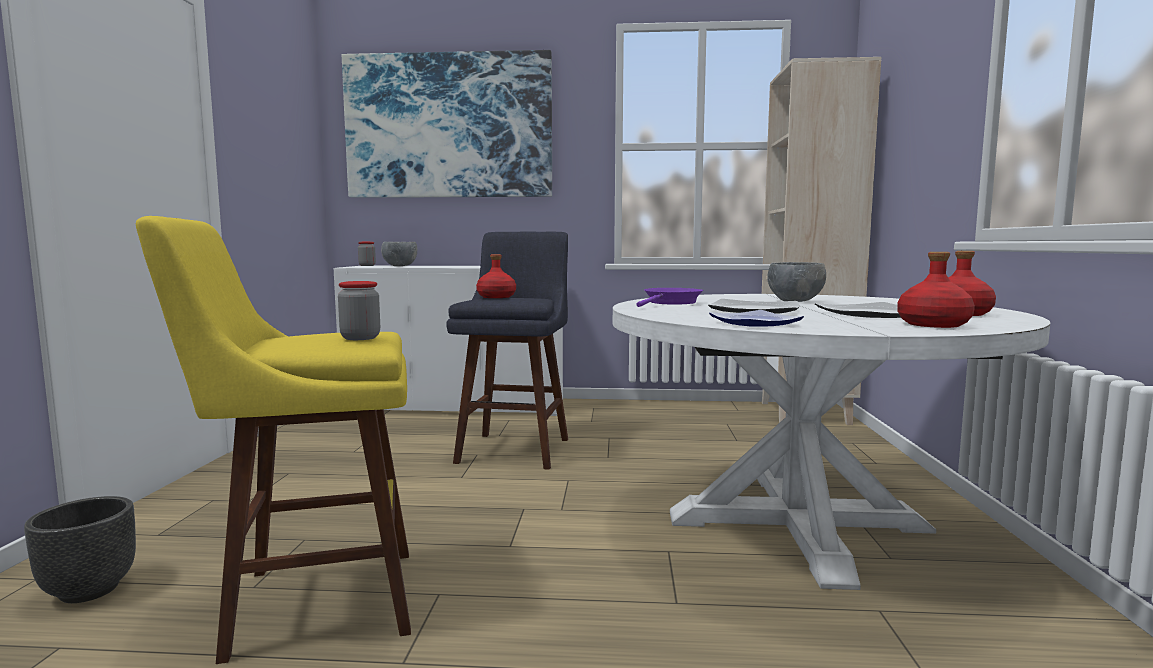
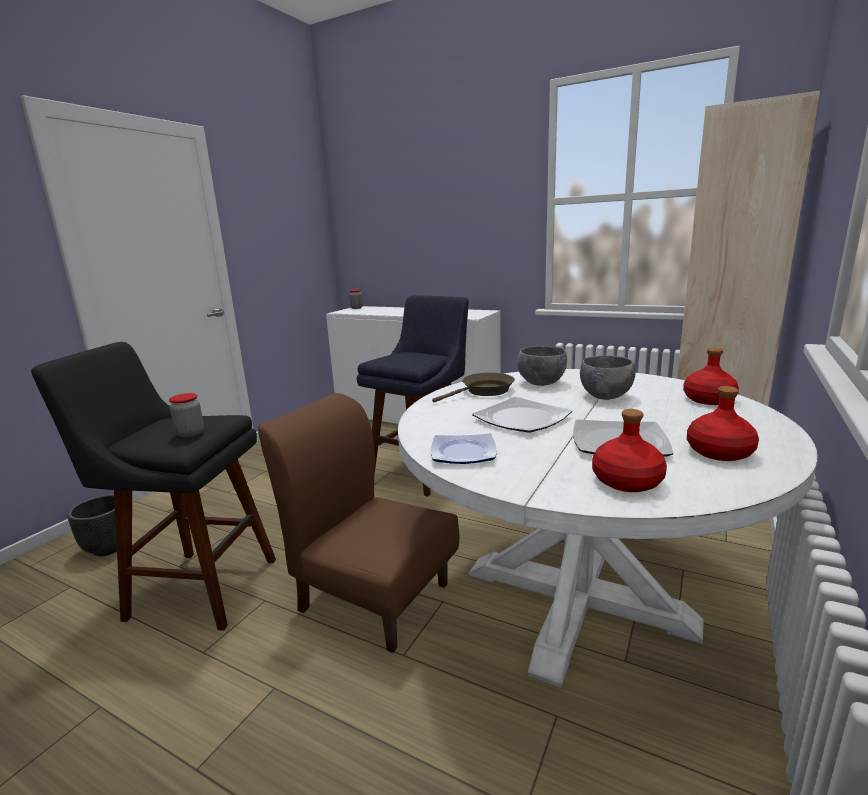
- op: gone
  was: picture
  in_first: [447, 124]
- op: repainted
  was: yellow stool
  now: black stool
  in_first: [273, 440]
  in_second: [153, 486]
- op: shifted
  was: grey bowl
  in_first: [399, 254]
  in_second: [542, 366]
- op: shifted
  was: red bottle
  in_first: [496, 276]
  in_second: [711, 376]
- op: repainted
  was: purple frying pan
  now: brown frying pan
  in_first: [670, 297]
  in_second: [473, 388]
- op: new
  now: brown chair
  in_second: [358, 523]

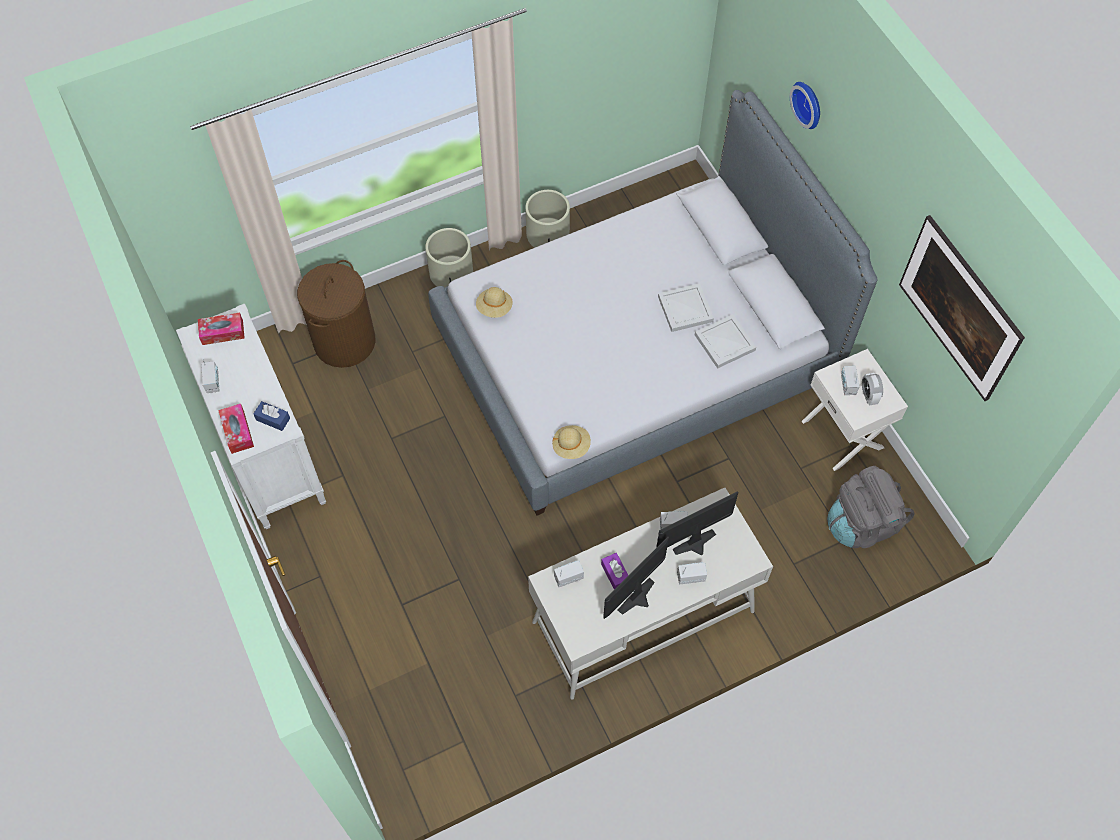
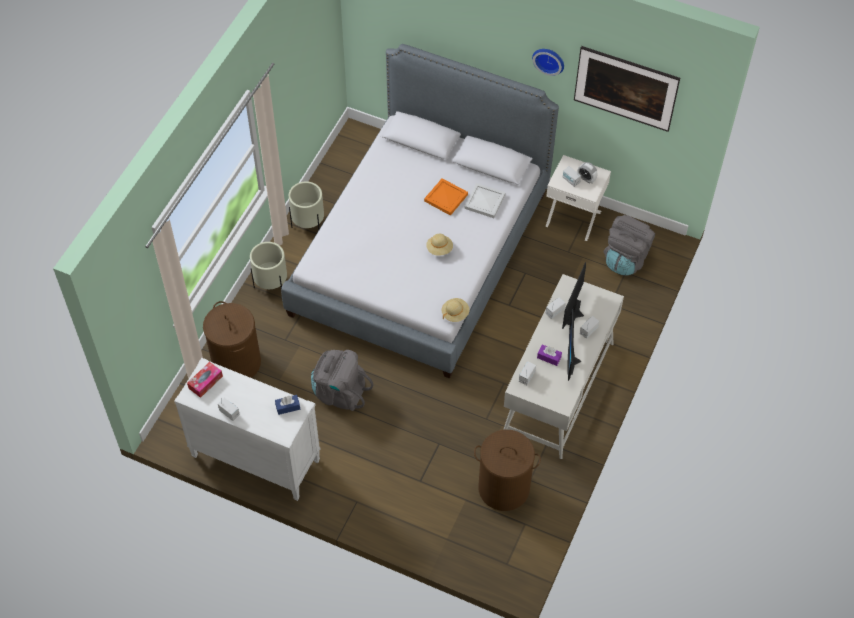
- op: shifted
  was: wall clock
  in_first: [805, 105]
  in_second: [548, 62]
- op: repainted
  was: white tray
  now: orange tray
  in_first: [686, 307]
  in_second: [446, 197]
- op: shifted
  was: beige hat
  in_first: [494, 302]
  in_second: [439, 245]
- op: gone
  was: tissue box
  in_first: [236, 429]
- op: new
  now: grey backpack
  in_second: [342, 380]
- op: new
  now: brown laundry basket
  in_second: [507, 470]

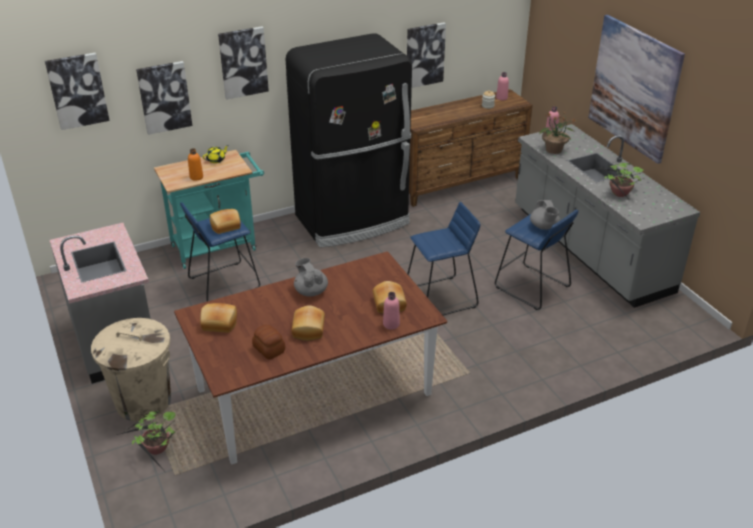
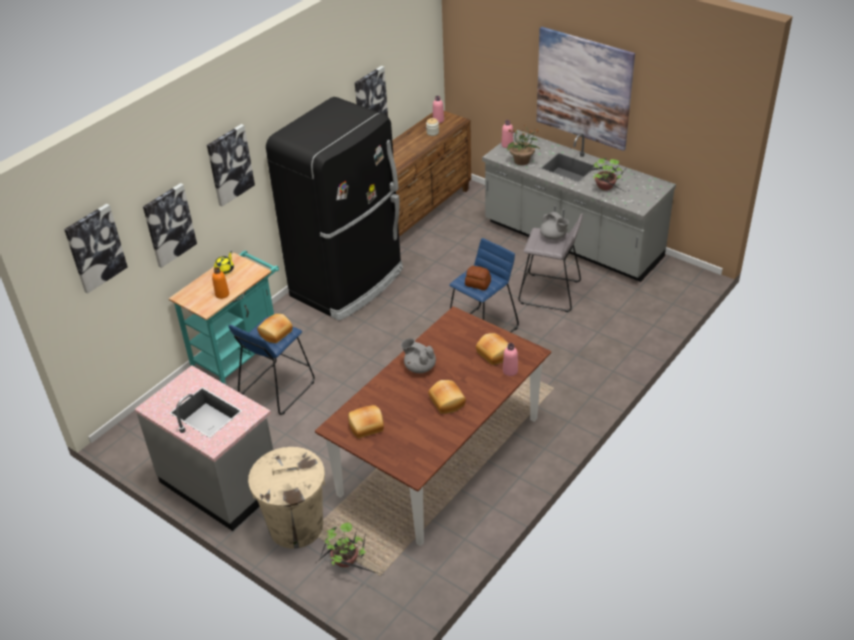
- op: repainted
  was: blue stool
  now: grey stool
  in_first: [536, 260]
  in_second: [550, 263]
- op: shifted
  was: bread
  in_first: [268, 342]
  in_second: [478, 278]

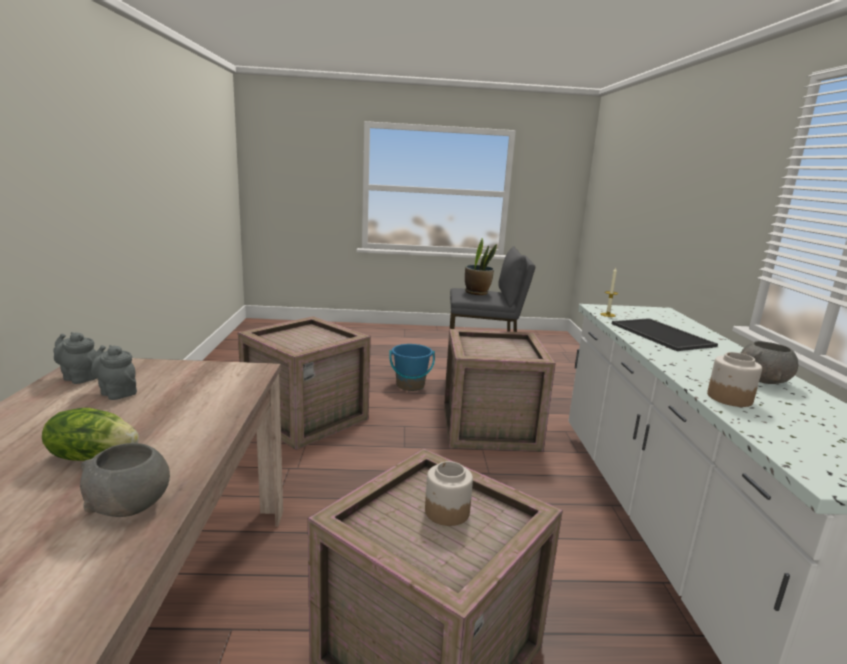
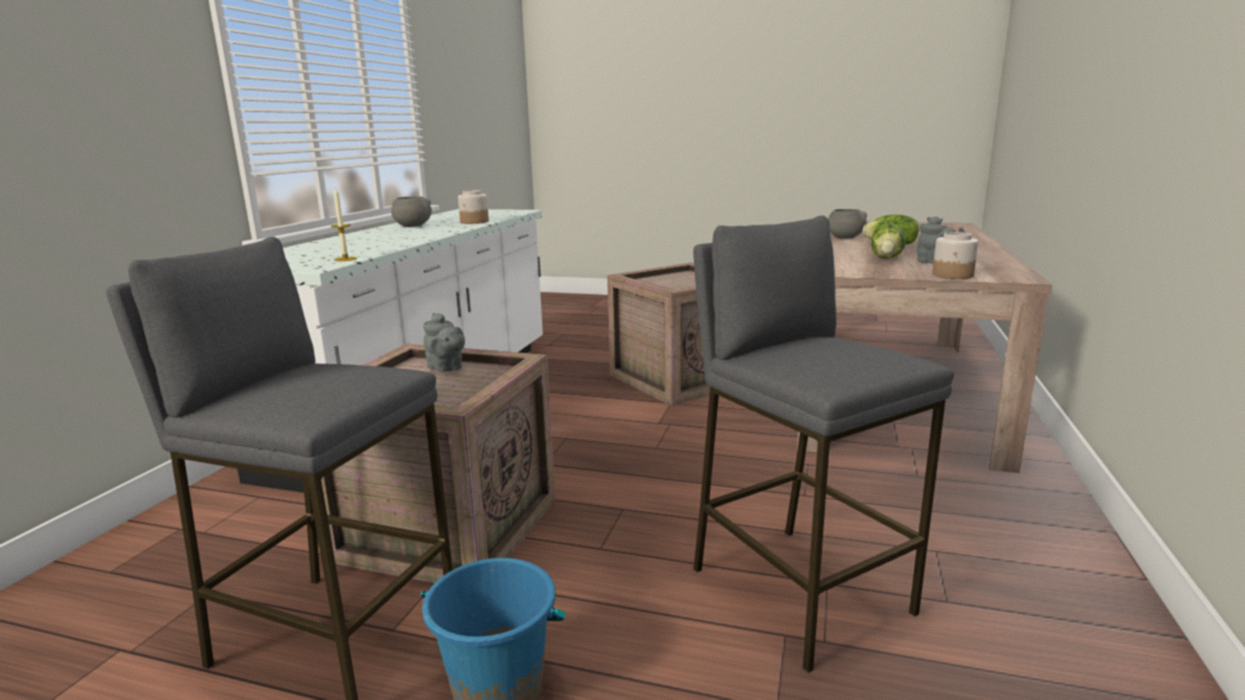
- op: gone
  was: potted plant
  in_first: [481, 266]
- op: swapped
  was: crate
  now: grey stool
  in_first: [304, 383]
  in_second: [823, 444]
- op: gone
  was: tray
  in_first: [665, 334]
- op: shifted
  was: grey teapot
  in_first: [75, 358]
  in_second: [444, 342]
- op: shifted
  was: jar
  in_first: [449, 493]
  in_second: [955, 255]
- op: new
  now: lettuce
  in_second: [888, 240]

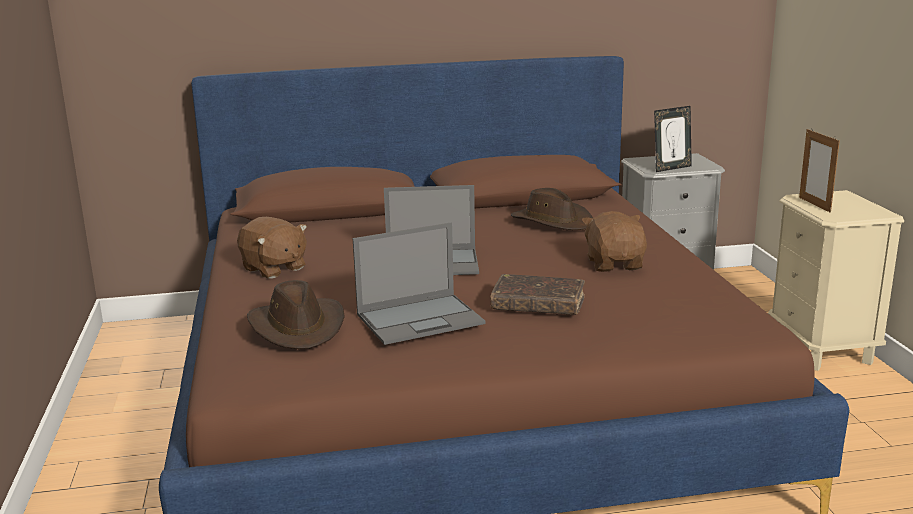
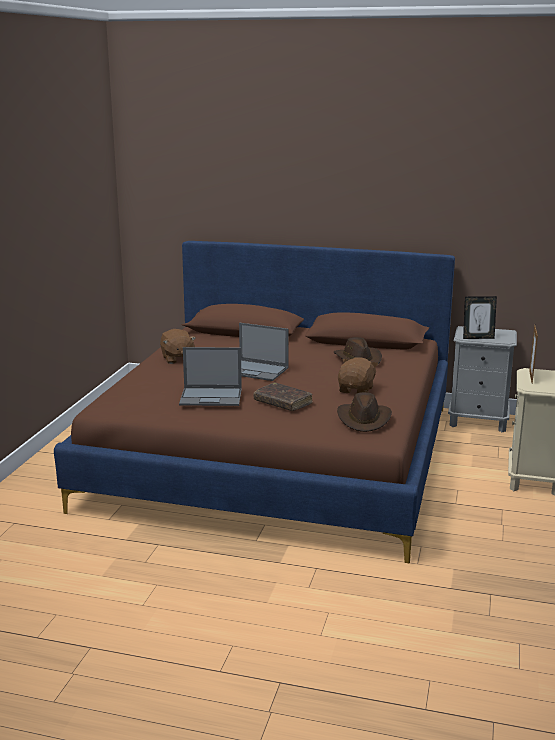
- op: shifted
  was: brown hat
  in_first: [296, 314]
  in_second: [364, 412]

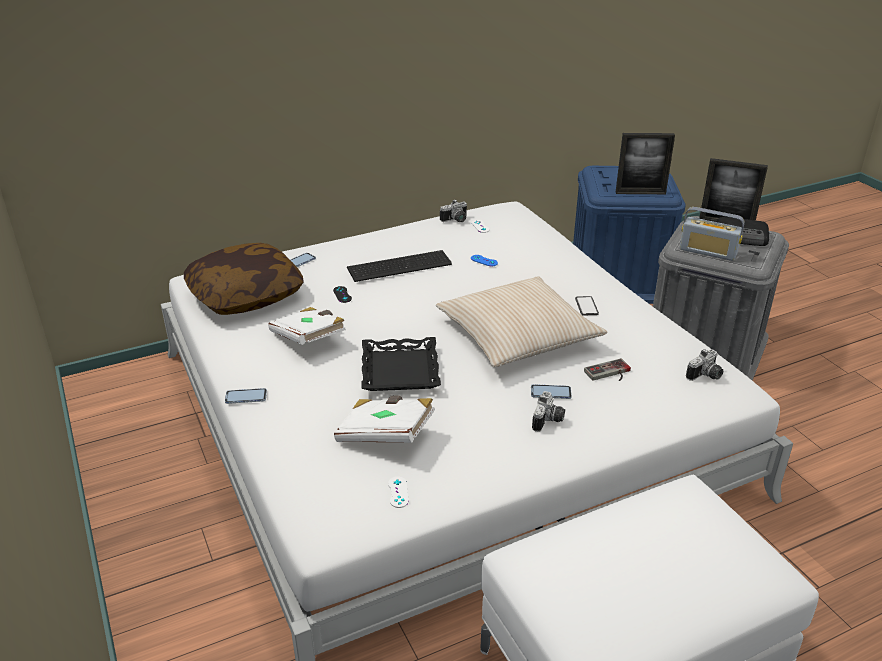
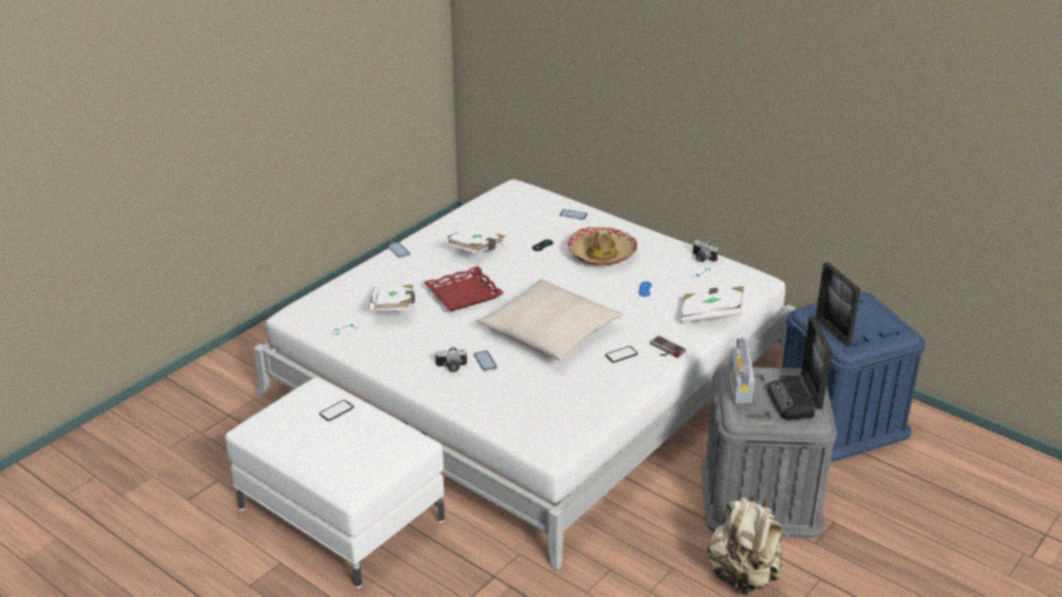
- op: gone
  was: pillow
  in_first: [244, 279]
- op: swapped
  was: keyboard
  now: hat
  in_first: [399, 266]
  in_second: [602, 246]
- op: repainted
  was: black tray
  now: red tray
  in_first: [401, 364]
  in_second: [464, 288]
- op: gone
  was: photo camera
  in_first: [704, 365]
- op: shifted
  was: game controller
  in_first: [607, 369]
  in_second: [668, 347]
- op: new
  now: white book
  in_second: [712, 304]
- op: new
  now: phone
  in_second: [336, 410]
- op: new
  now: beige backpack
  in_second: [745, 544]

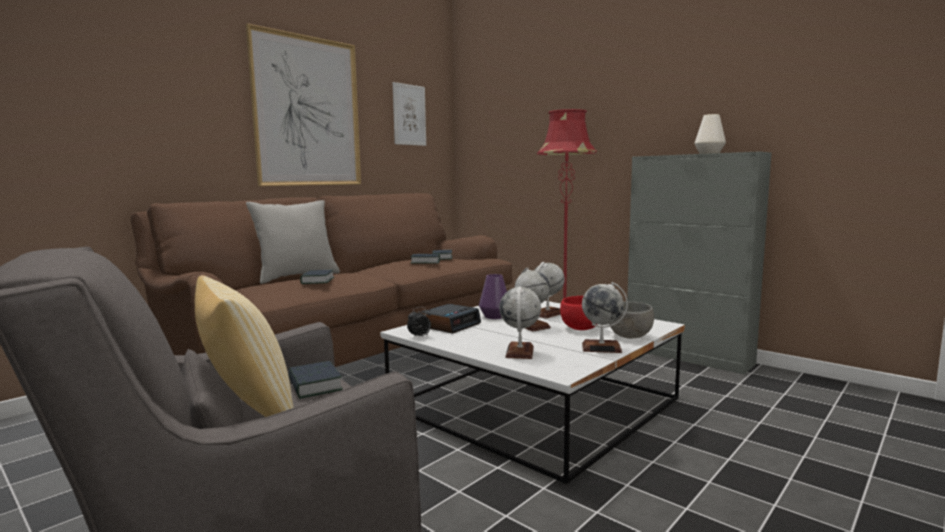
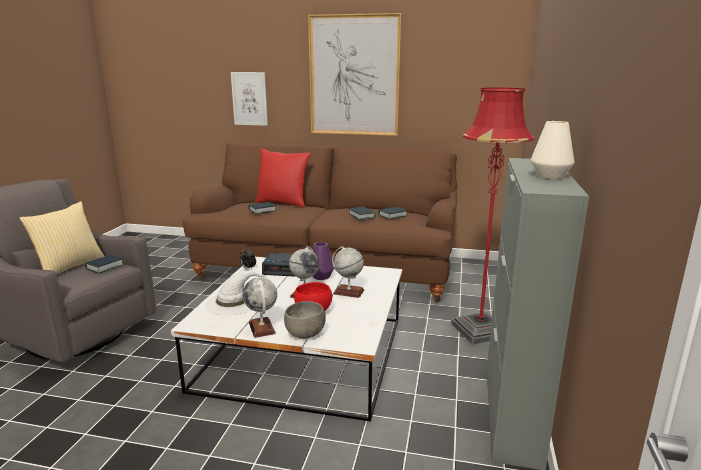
- op: shifted
  was: picture
  in_first: [409, 114]
  in_second: [249, 99]
- op: repainted
  was: grey pillow
  now: red pillow
  in_first: [293, 242]
  in_second: [283, 178]
- op: swapped
  was: globe
  now: white hat
  in_first: [520, 322]
  in_second: [236, 293]

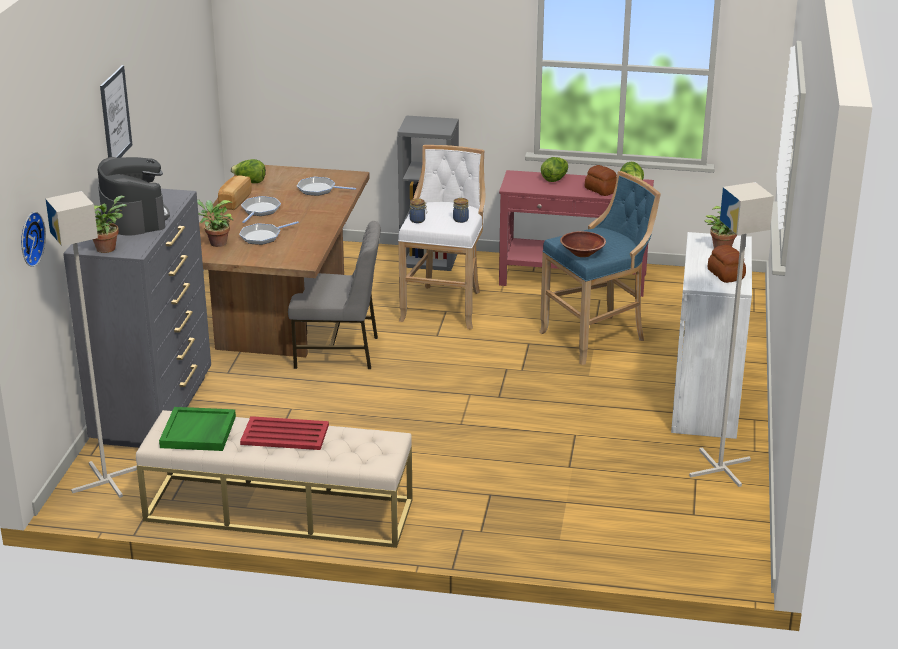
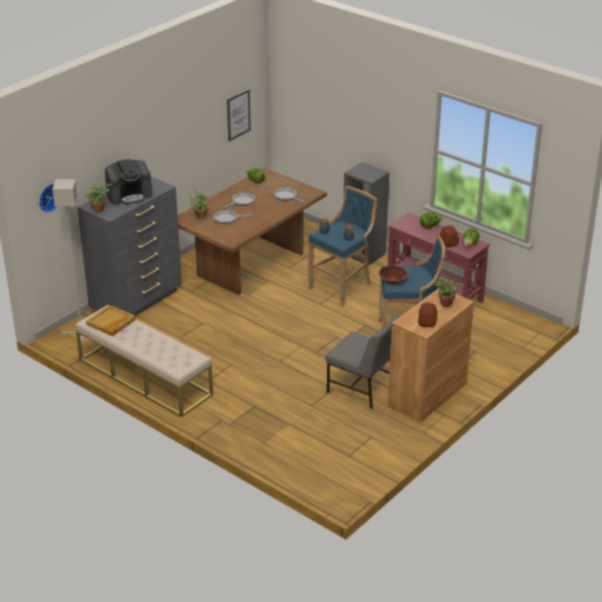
- op: shifted
  was: picture
  in_first: [116, 111]
  in_second: [239, 115]
- op: repainted
  was: white stool
  now: blue stool
  in_first: [441, 237]
  in_second: [342, 246]
- op: rotated
  was: coffee machine
  in_first: [134, 196]
  in_second: [128, 182]
  clockwise: 60
- op: gone
  was: bread
  in_first: [235, 192]
- op: gone
  was: grey floor lamp
  in_first: [731, 334]
- op: shifted
  was: grey chair
  in_first: [334, 295]
  in_second: [362, 361]
- op: repainted
  was: white cabinet
  now: brown cabinet
  in_first: [711, 335]
  in_second: [431, 355]
- op: repainted
  was: green tray
  now: beige tray
  in_first: [197, 429]
  in_second: [111, 320]
- op: gone
  was: red tray
  in_first: [284, 433]

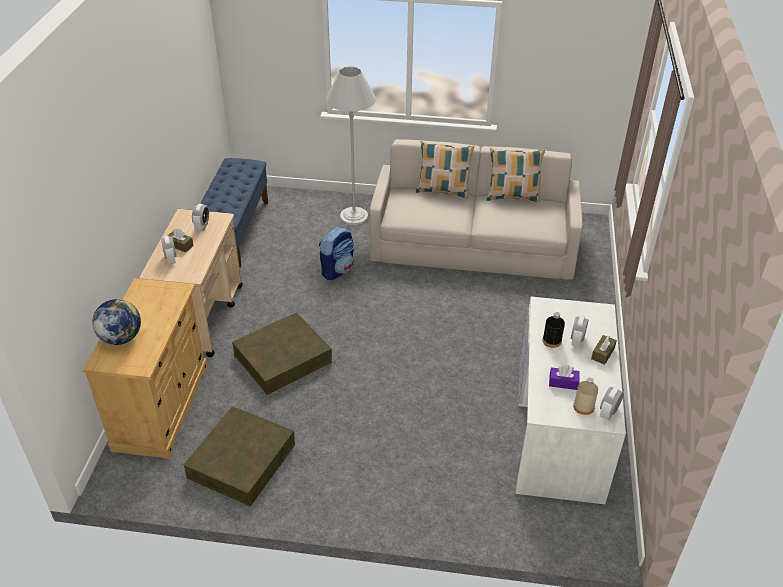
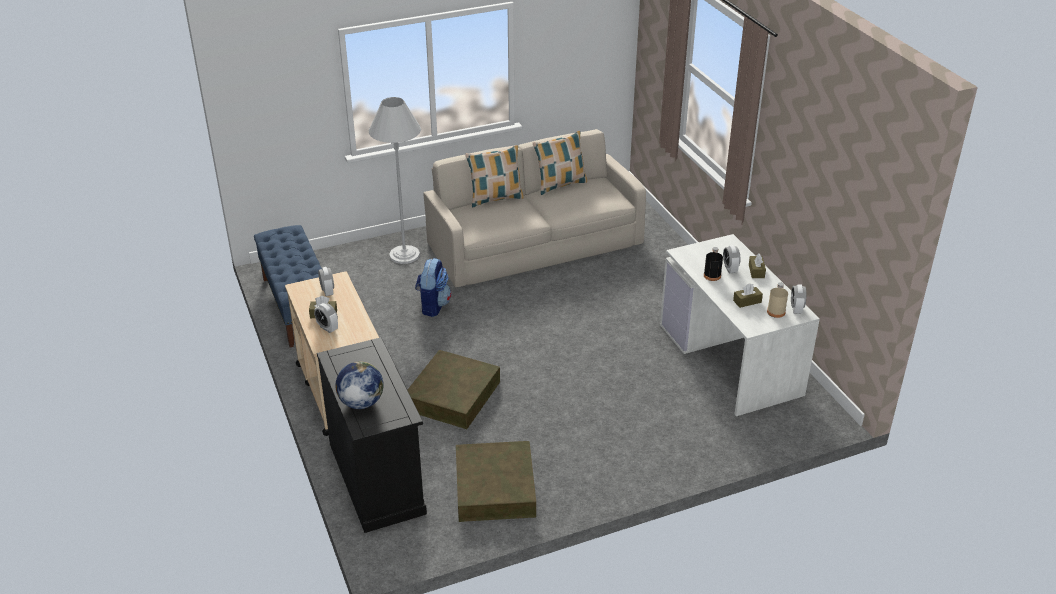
- op: repainted
  was: beige cabinet
  now: black cabinet
  in_first: [145, 368]
  in_second: [372, 435]
- op: repainted
  was: purple tissue box
  now: brown tissue box
  in_first: [564, 377]
  in_second: [748, 296]

